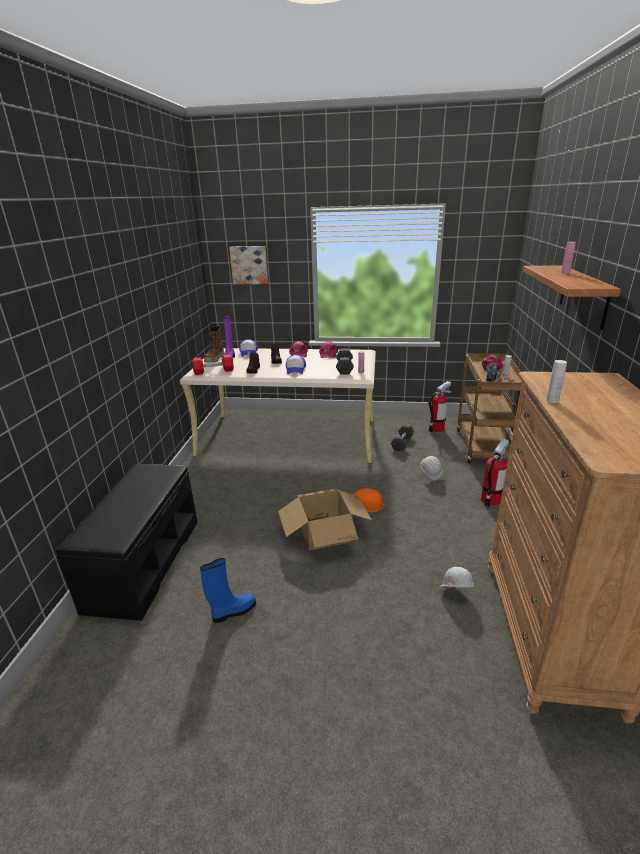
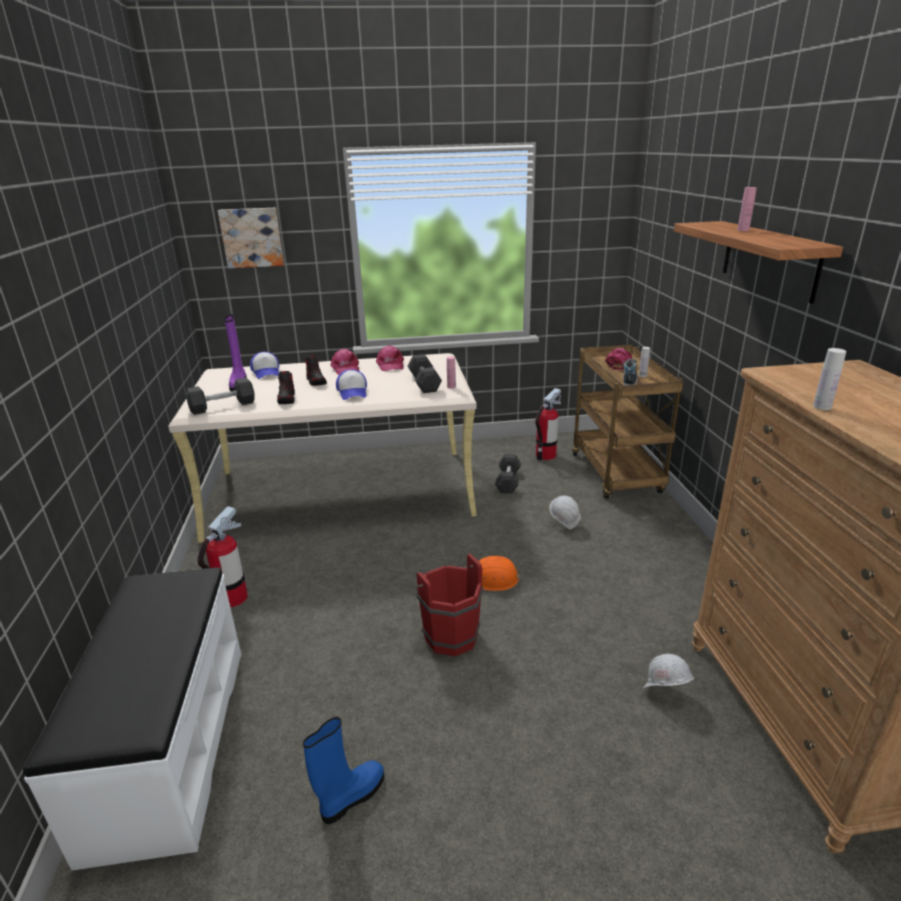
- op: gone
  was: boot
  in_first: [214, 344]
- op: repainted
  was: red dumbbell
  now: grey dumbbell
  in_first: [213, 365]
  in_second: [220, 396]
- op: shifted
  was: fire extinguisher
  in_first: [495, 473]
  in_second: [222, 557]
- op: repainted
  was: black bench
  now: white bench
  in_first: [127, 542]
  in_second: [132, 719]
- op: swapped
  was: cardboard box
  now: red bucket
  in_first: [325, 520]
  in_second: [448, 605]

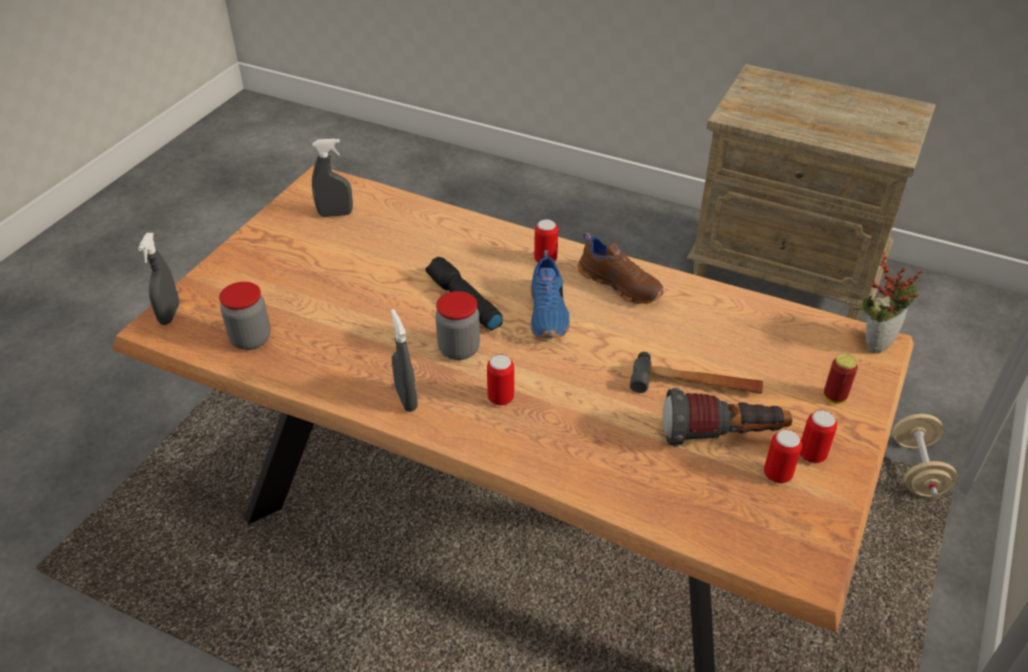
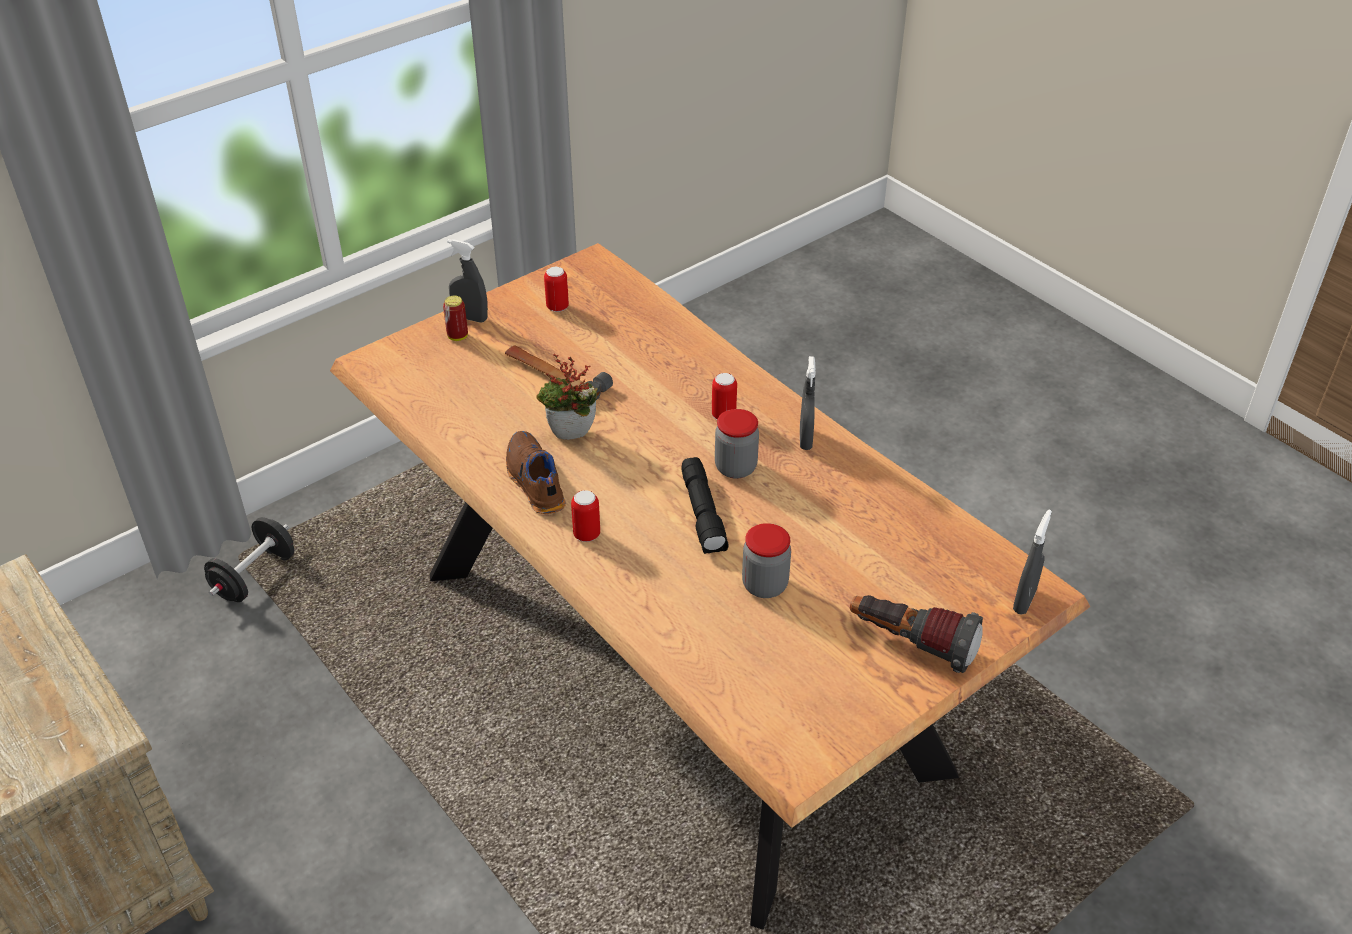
- op: shifted
  was: grey spray bottle
  in_first: [332, 177]
  in_second: [467, 281]
- op: gone
  was: blue shoe
  in_first: [550, 294]
- op: shifted
  was: potted plant
  in_first: [892, 302]
  in_second: [567, 397]
- op: shifted
  was: jar
  in_first: [245, 316]
  in_second: [766, 560]
- op: shifted
  was: flashlight
  in_first: [727, 417]
  in_second: [916, 634]
- op: gone
  was: can
  in_first: [818, 436]
- op: repainted
  was: beige dumbbell
  now: black dumbbell
  in_first: [925, 455]
  in_second: [249, 559]

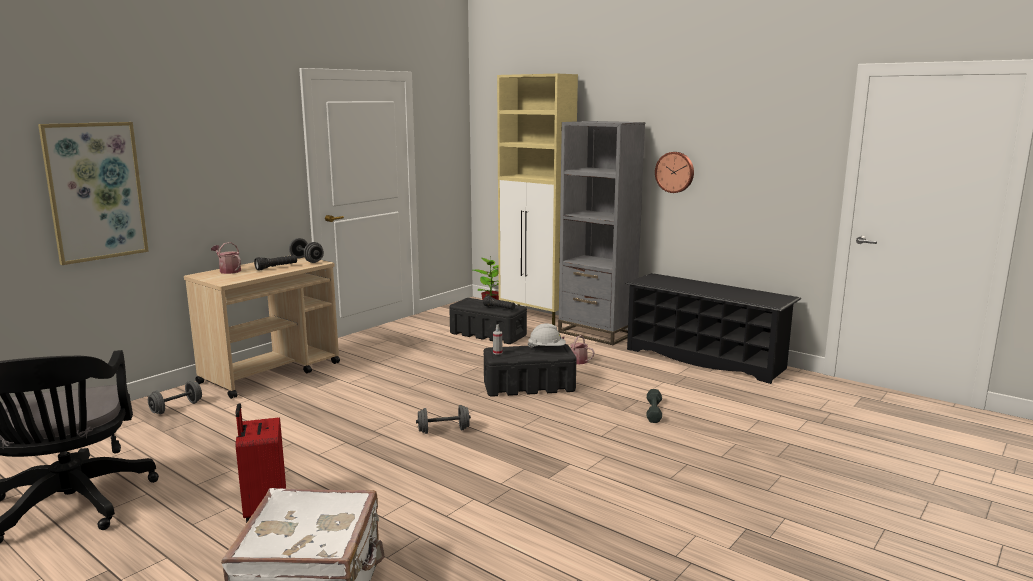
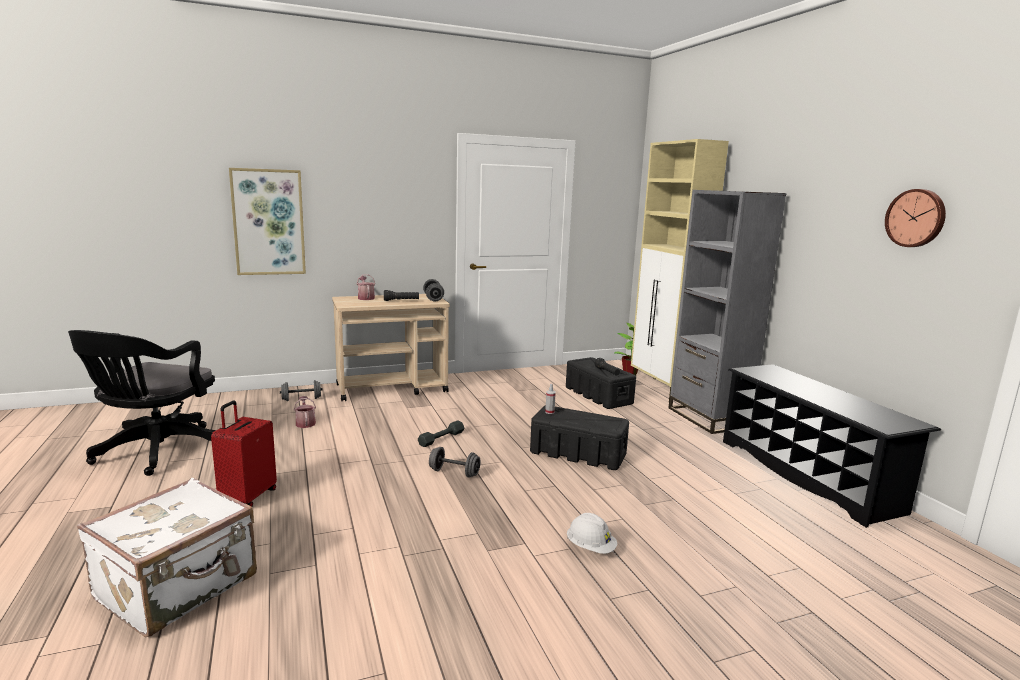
- op: shifted
  was: wall clock
  in_first: [674, 172]
  in_second: [915, 218]
- op: shifted
  was: white hard hat
  in_first: [547, 335]
  in_second: [592, 533]
- op: shifted
  was: watering can
  in_first: [578, 349]
  in_second: [305, 412]
- op: shifted
  was: grey dumbbell
  in_first: [654, 406]
  in_second: [441, 433]

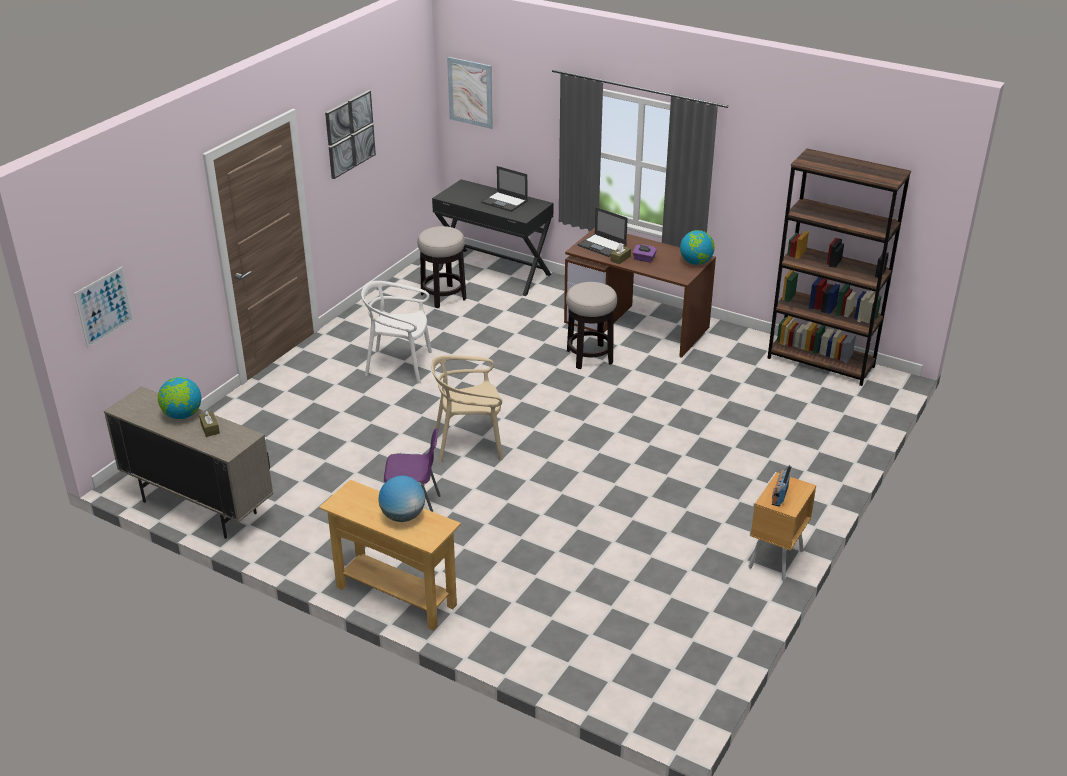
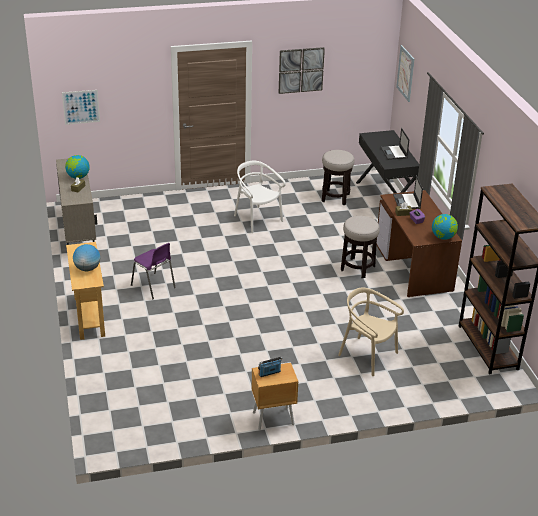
- op: shifted
  was: beige chair
  in_first: [467, 408]
  in_second: [371, 331]

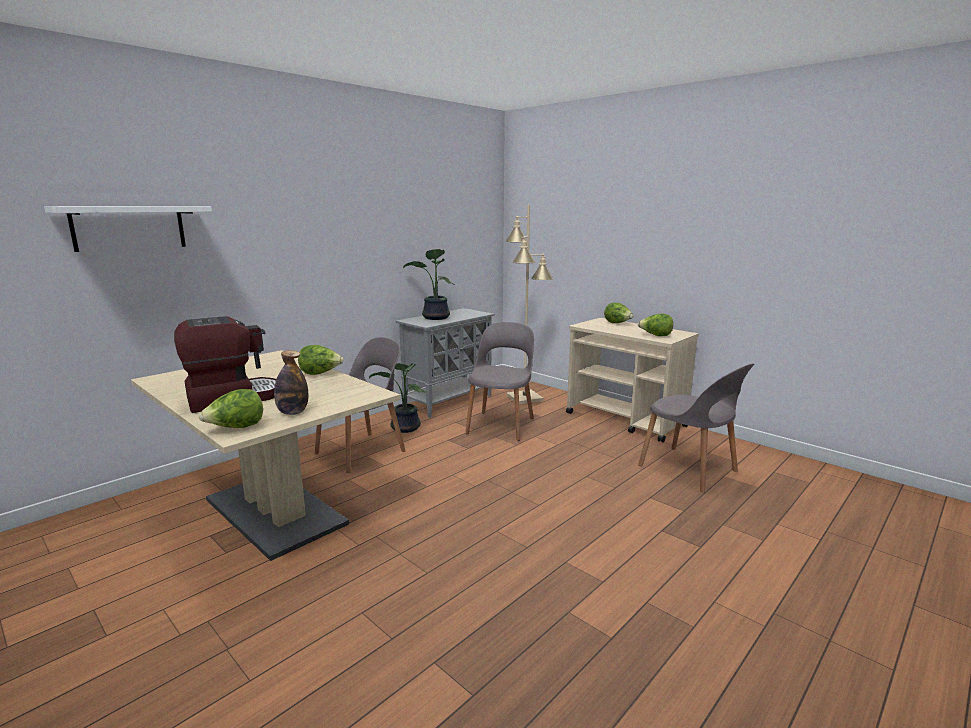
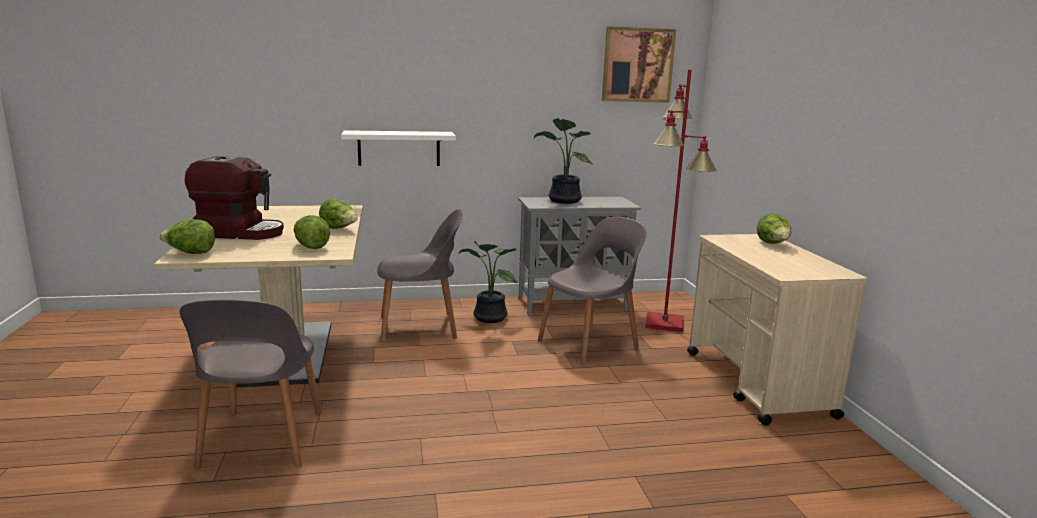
- op: repainted
  was: beige floor lamp
  now: red floor lamp
  in_first: [529, 304]
  in_second: [681, 200]
- op: shifted
  was: white shelf
  in_first: [128, 229]
  in_second: [398, 148]
- op: shifted
  was: lettuce
  in_first: [655, 324]
  in_second: [312, 232]
- op: gone
  was: bottle
  in_first: [291, 383]
- op: shifted
  was: grey chair
  in_first: [696, 427]
  in_second: [250, 385]
- op: new
  now: picture
  in_second: [639, 64]

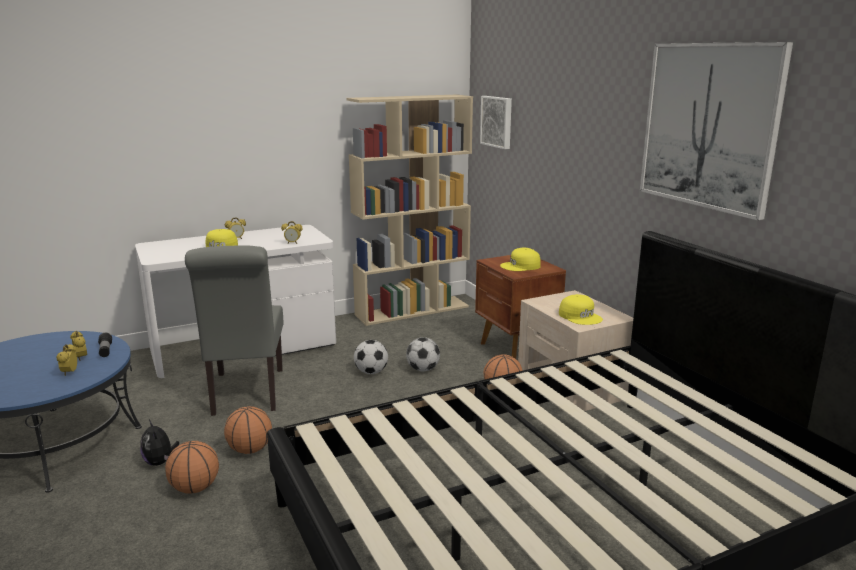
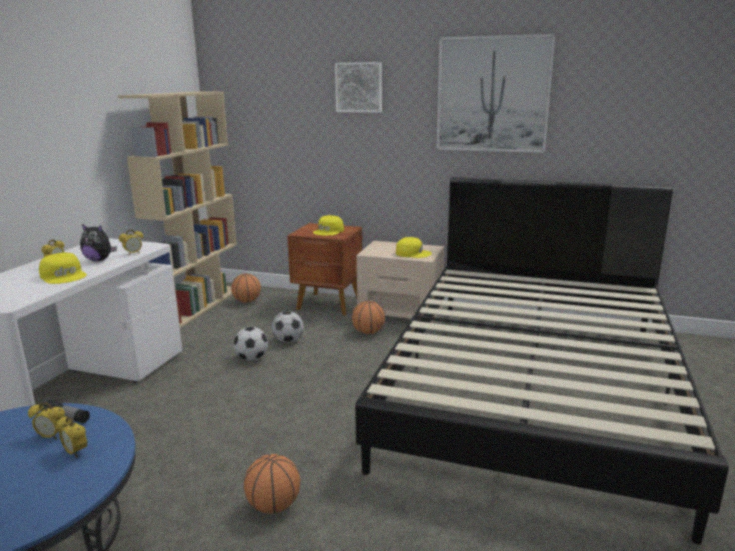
- op: shifted
  was: picture
  in_first: [496, 122]
  in_second: [358, 87]
- op: gone
  was: grey chair
  in_first: [234, 331]
- op: shifted
  was: basketball
  in_first: [248, 430]
  in_second: [246, 288]
- op: shifted
  was: plush toy
  in_first: [159, 443]
  in_second: [98, 242]

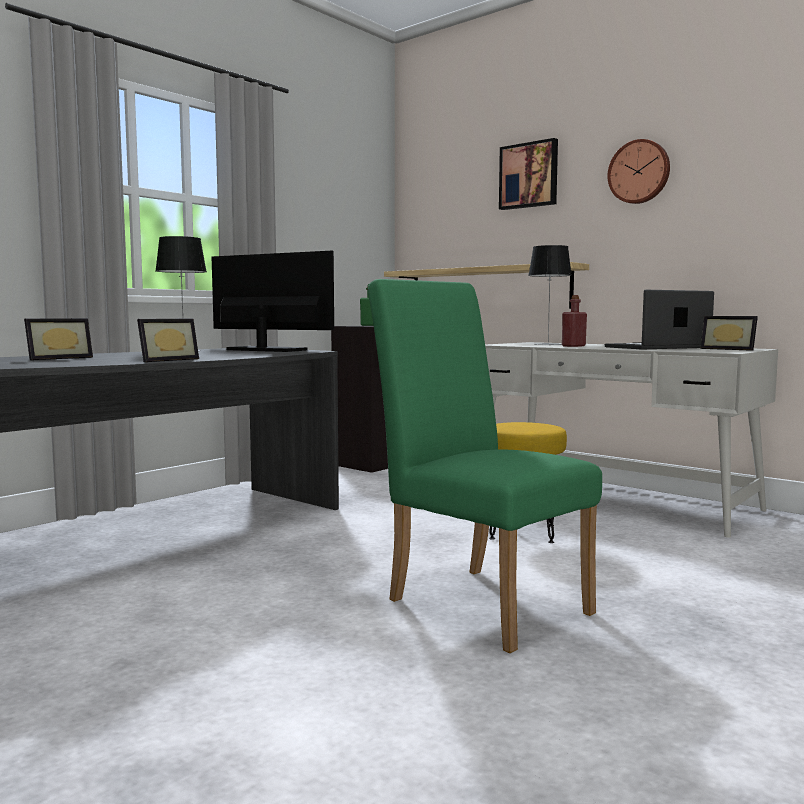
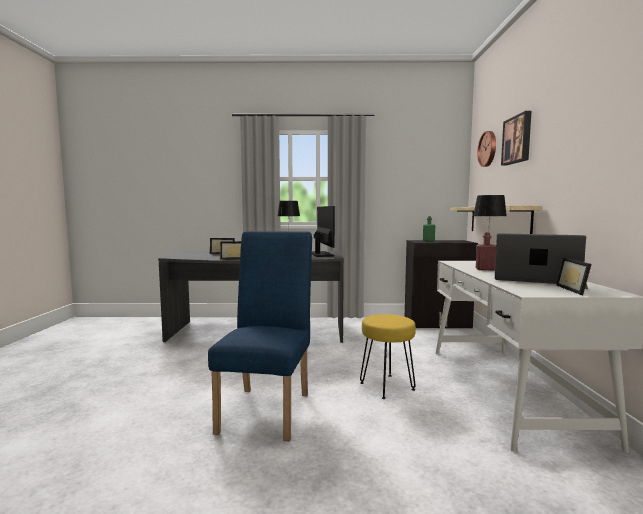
- op: shifted
  was: wall clock
  in_first: [638, 171]
  in_second: [486, 149]
- op: repainted
  was: green chair
  now: blue chair
  in_first: [485, 466]
  in_second: [260, 336]

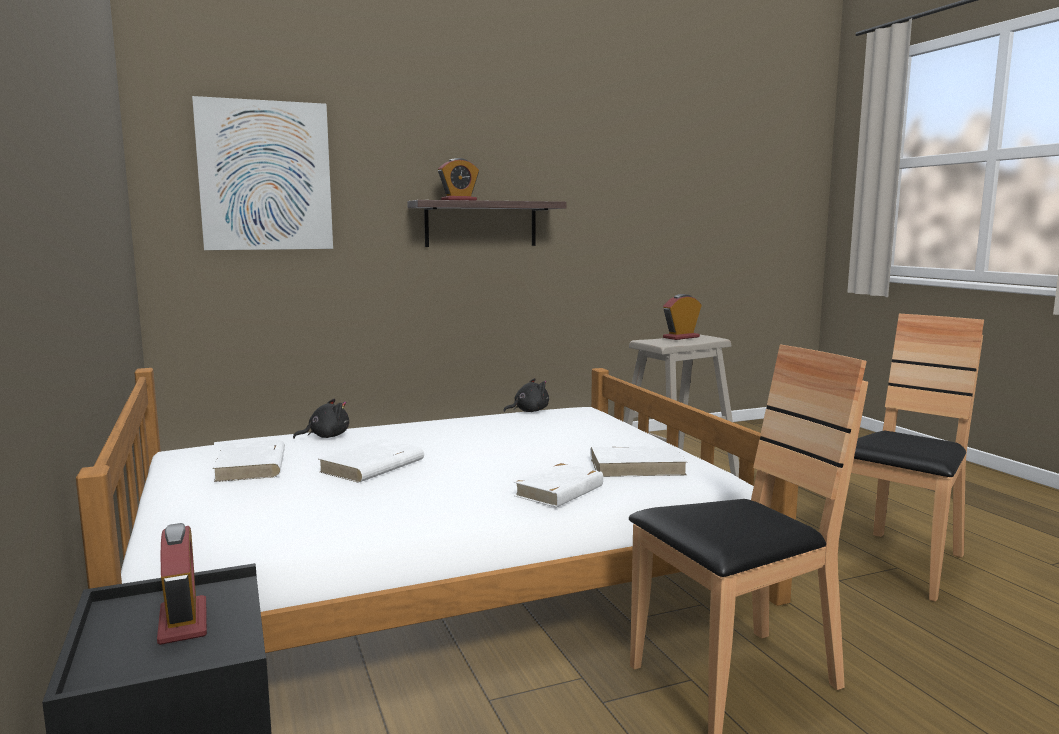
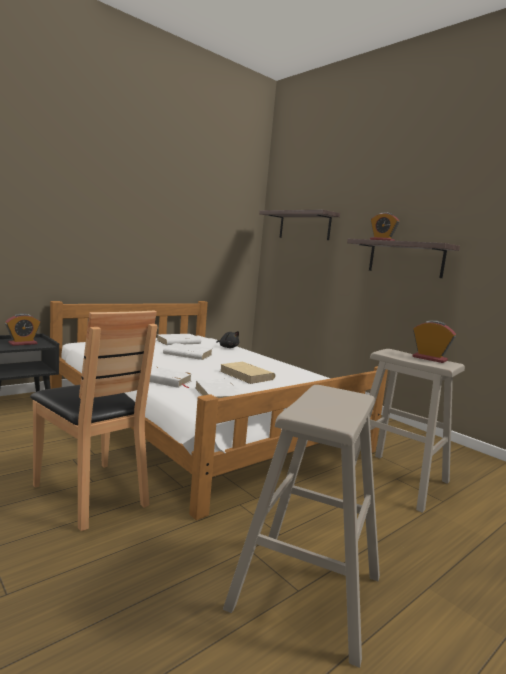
- op: swapped
  was: picture
  now: shelf
  in_first: [262, 173]
  in_second: [299, 225]
- op: swapped
  was: brown chair
  now: beige stool
  in_first: [911, 458]
  in_second: [301, 526]
- op: gone
  was: black plush toy
  in_first: [526, 395]
- op: new
  now: beige book
  in_second: [247, 373]

